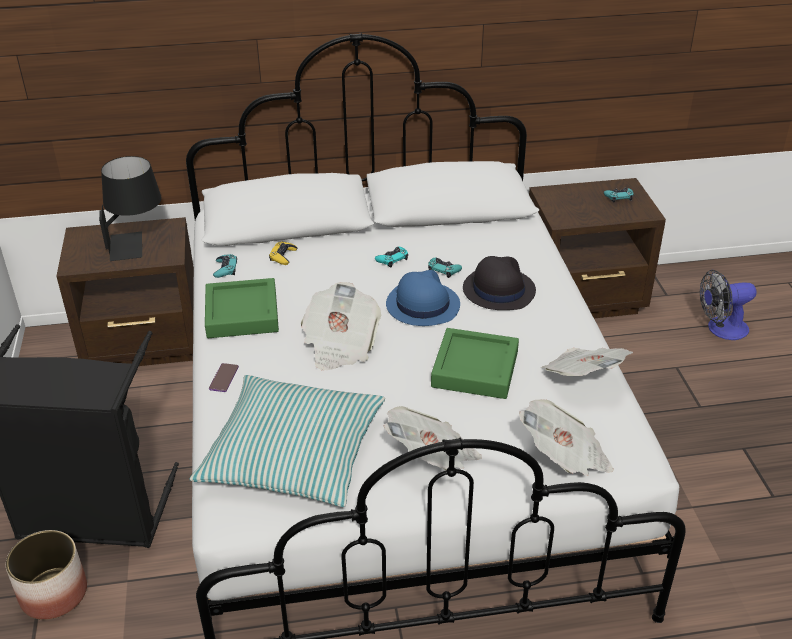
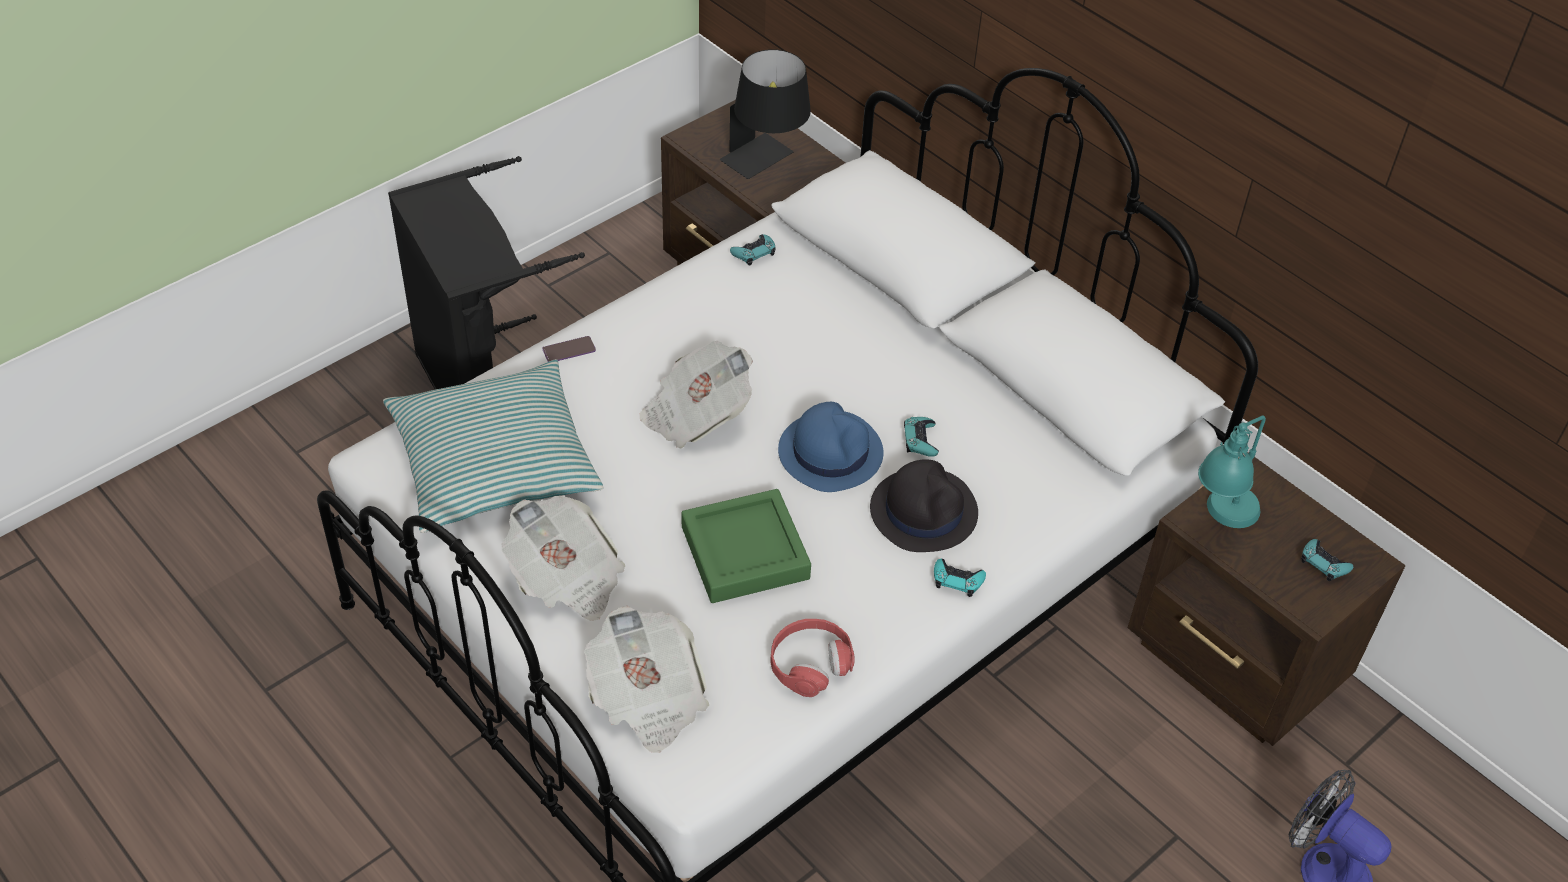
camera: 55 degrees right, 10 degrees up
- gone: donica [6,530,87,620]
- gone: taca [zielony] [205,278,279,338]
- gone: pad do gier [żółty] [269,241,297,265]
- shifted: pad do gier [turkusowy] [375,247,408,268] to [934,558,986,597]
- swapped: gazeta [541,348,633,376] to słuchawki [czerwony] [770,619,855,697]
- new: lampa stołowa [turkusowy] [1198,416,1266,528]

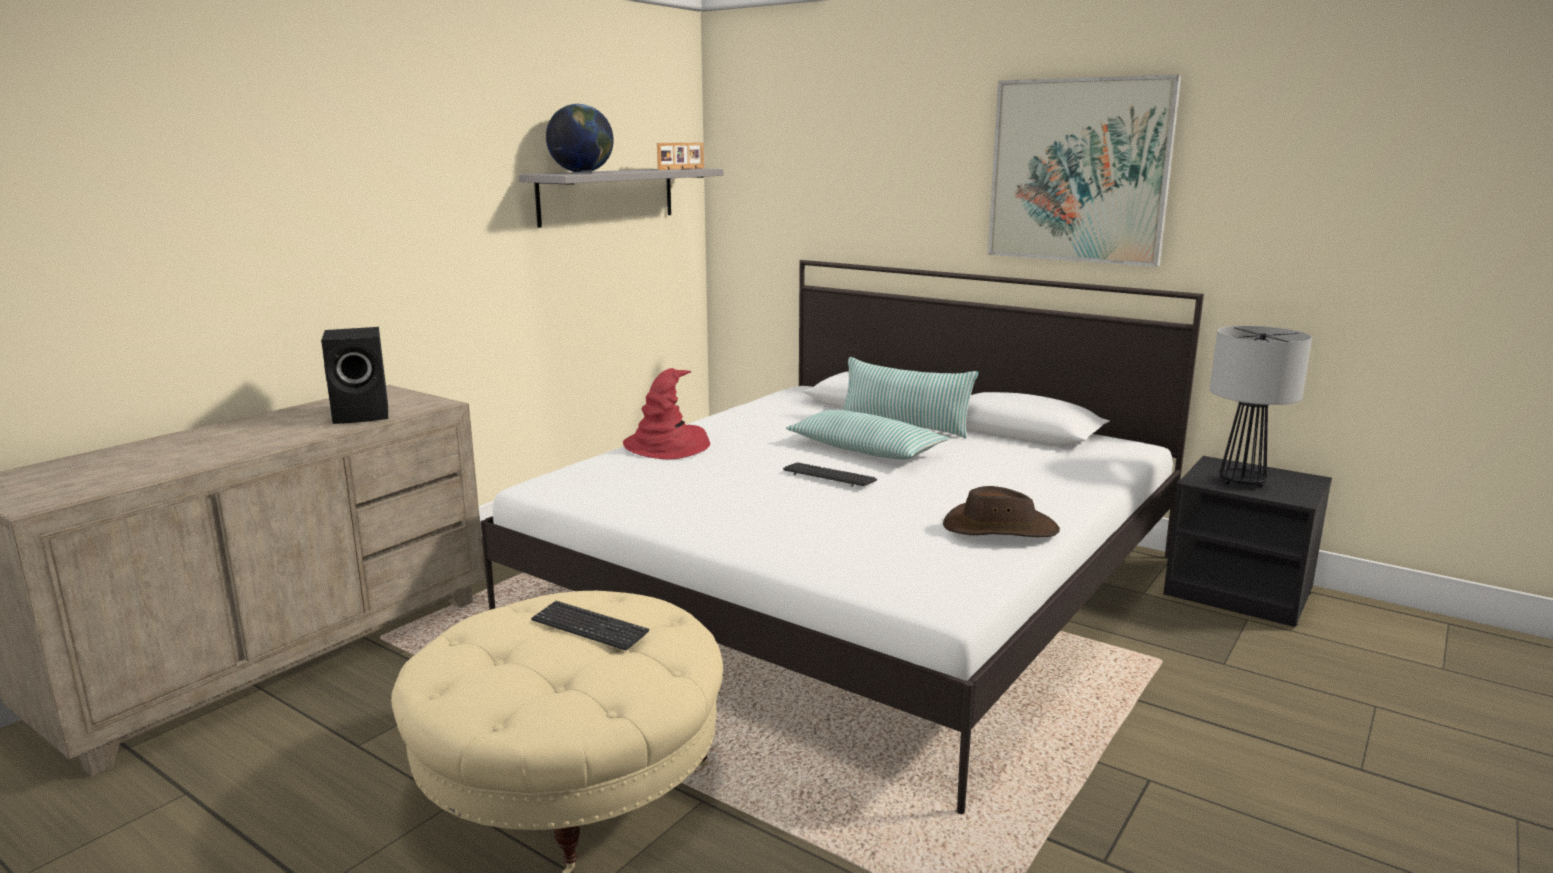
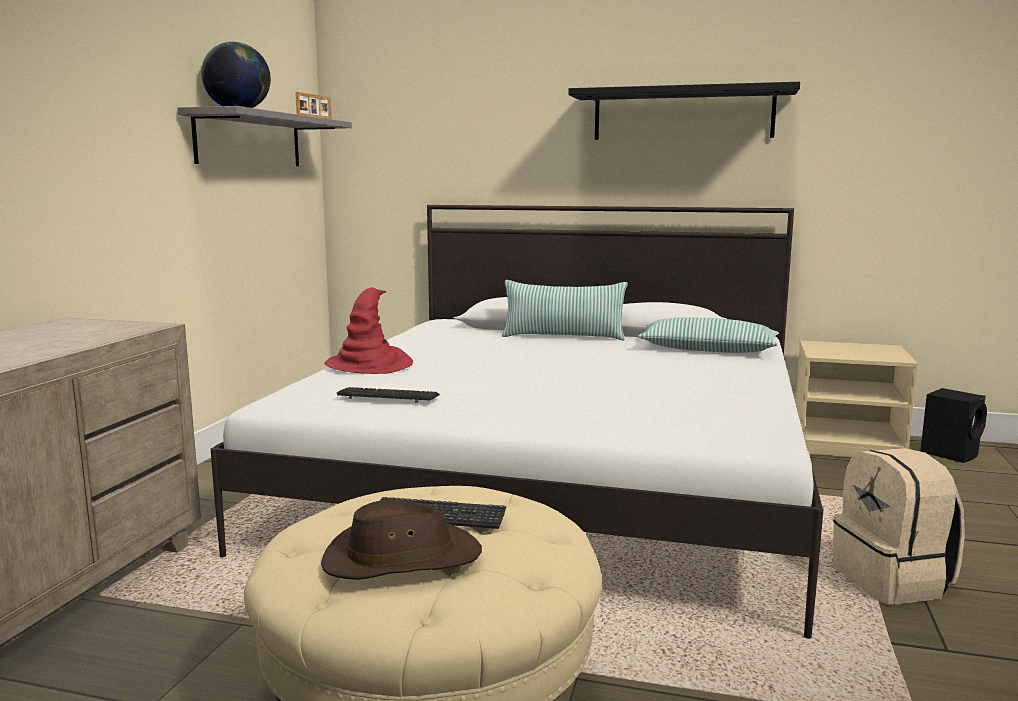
camera: 20 degrees left, 5 degrees down
- shifted: głośnik [czarny] [321,327,388,424] to [921,388,987,463]
- shifted: klawiatura [783,462,877,487] to [336,387,440,402]
- shifted: poduszka [786,409,949,460] to [638,317,779,353]
- shifted: kapelusz [brązowy] [943,486,1060,537] to [321,500,482,580]
- swapped: obraz [988,75,1181,267] to półka [czarny] [568,82,800,140]
- repainted: szafka nocna [czarny] [1163,456,1332,627] to szafka nocna [beżowy] [795,341,918,457]
- gone: lampa stołowa [1209,326,1312,487]
- new: plecak [beżowy] [833,448,965,605]

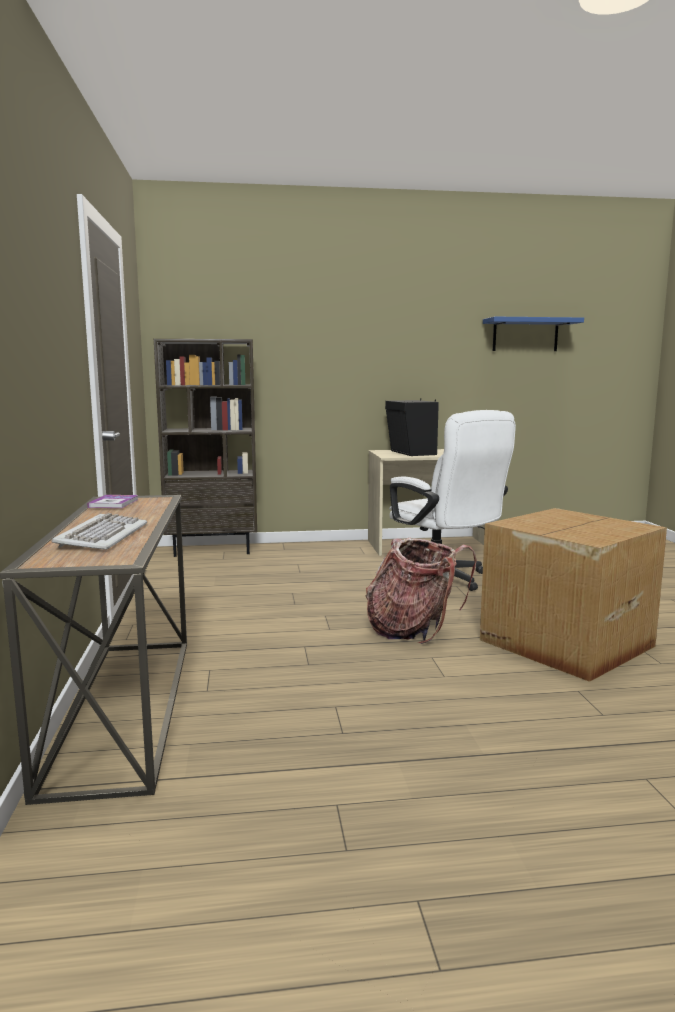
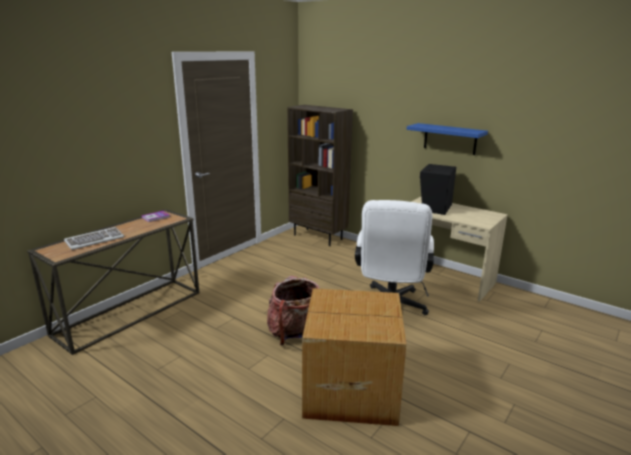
camera: 45 degrees right, 10 degrees up
- shifted: półka [niebieski] [483,317,584,351] to [407,123,488,155]

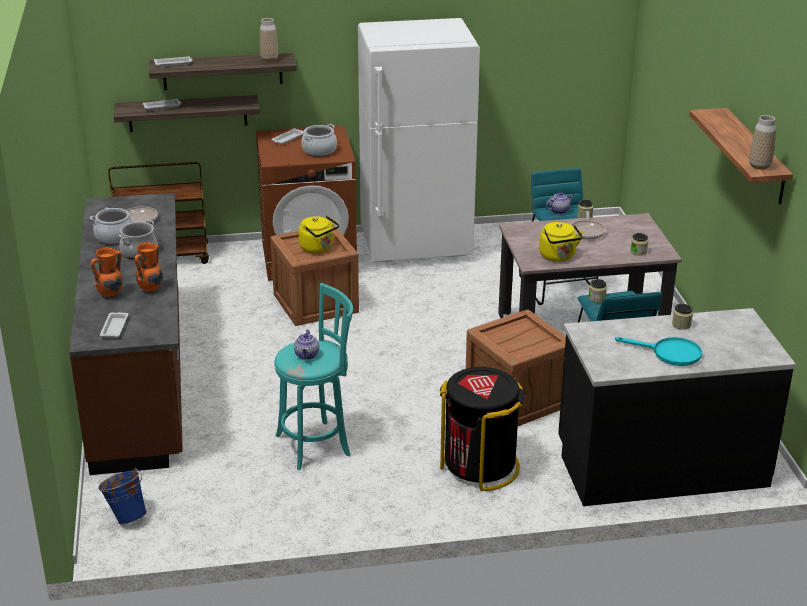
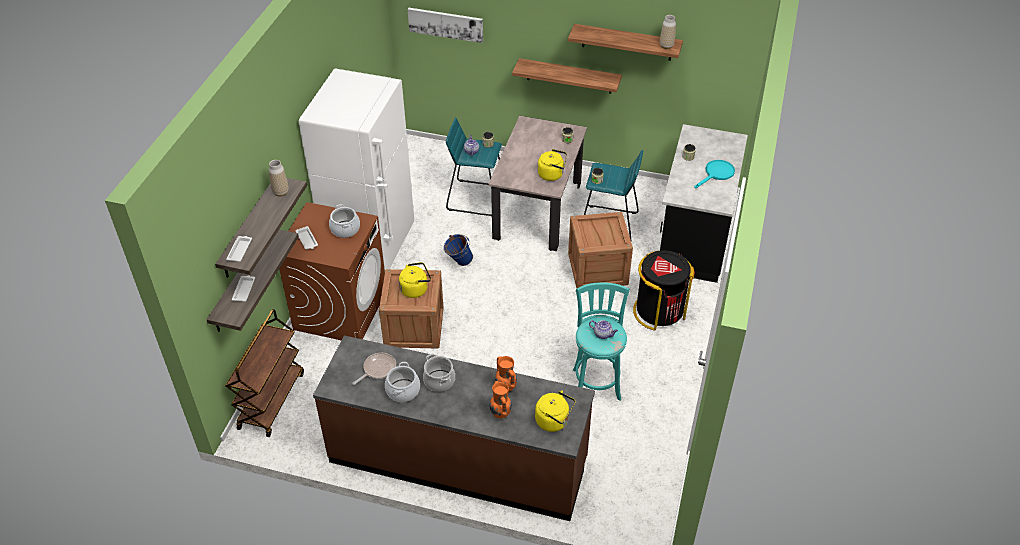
camera: 65 degrees left, 15 degrees up
- shifted: wiadro [niebieski] [98,468,147,525] to [444,234,473,266]
- swapped: taca [biały] [100,312,129,338] to czajnik [żółty] [535,390,576,432]
- gone: patelnia [571,211,606,240]
- new: obraz [408,8,483,43]
- new: półka [512,58,622,94]

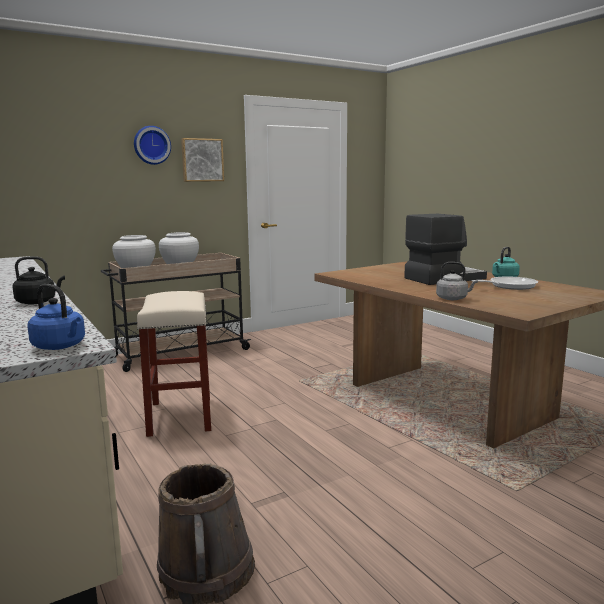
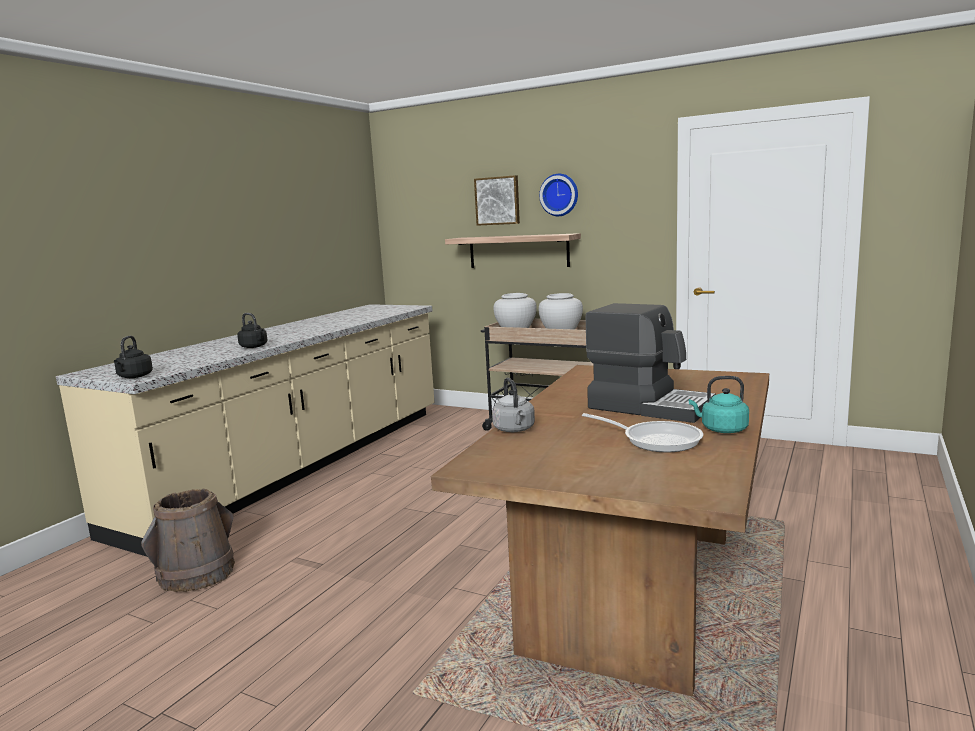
camera: 60 degrees right, 0 degrees up
- repainted: czajnik [niebieski] [27,284,85,350] to czajnik [czarny] [114,336,153,378]
- gone: stołek [beżowy] [137,291,211,437]
- shifted: obraz [181,138,224,182] to [474,175,520,226]
- new: półka [445,233,581,268]

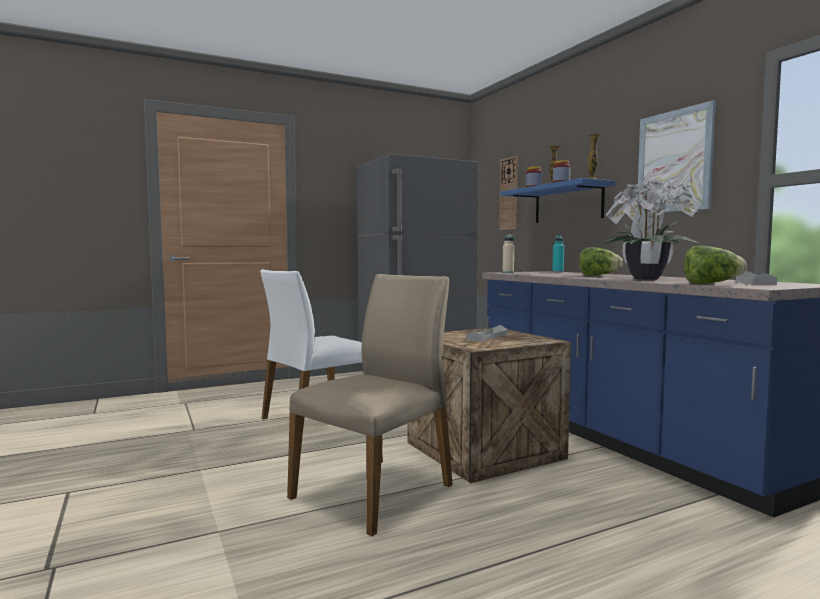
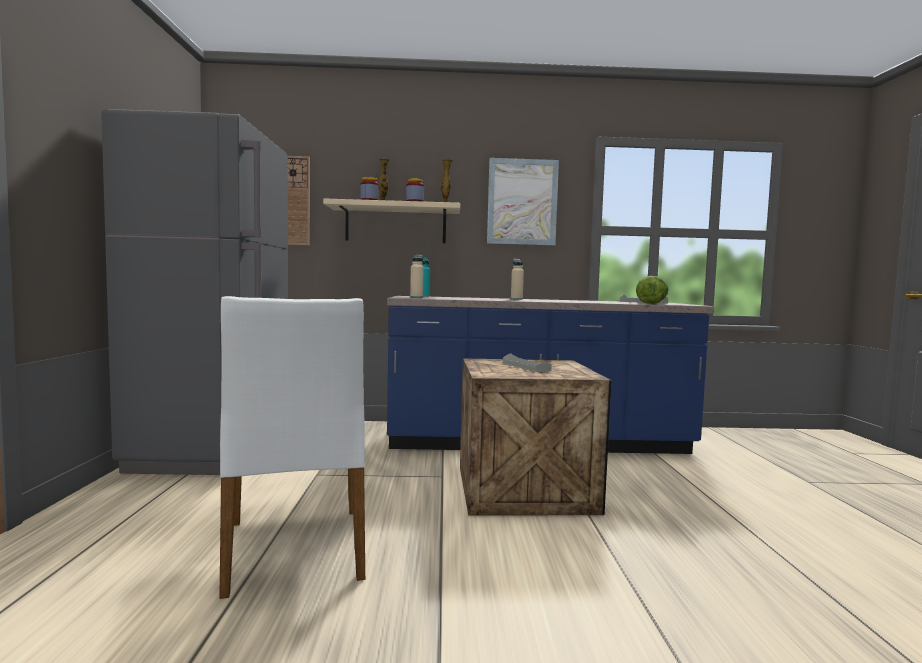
camera: 65 degrees left, 0 degrees up
- gone: krzesło [beżowy] [287,274,453,536]
- repainted: półka [niebieski] [500,178,615,223] to półka [beżowy] [323,198,460,243]
- swapped: sałata [579,247,623,276] to butelka [beżowy] [511,259,524,300]
- gone: roślina doniczkowa [602,179,701,280]

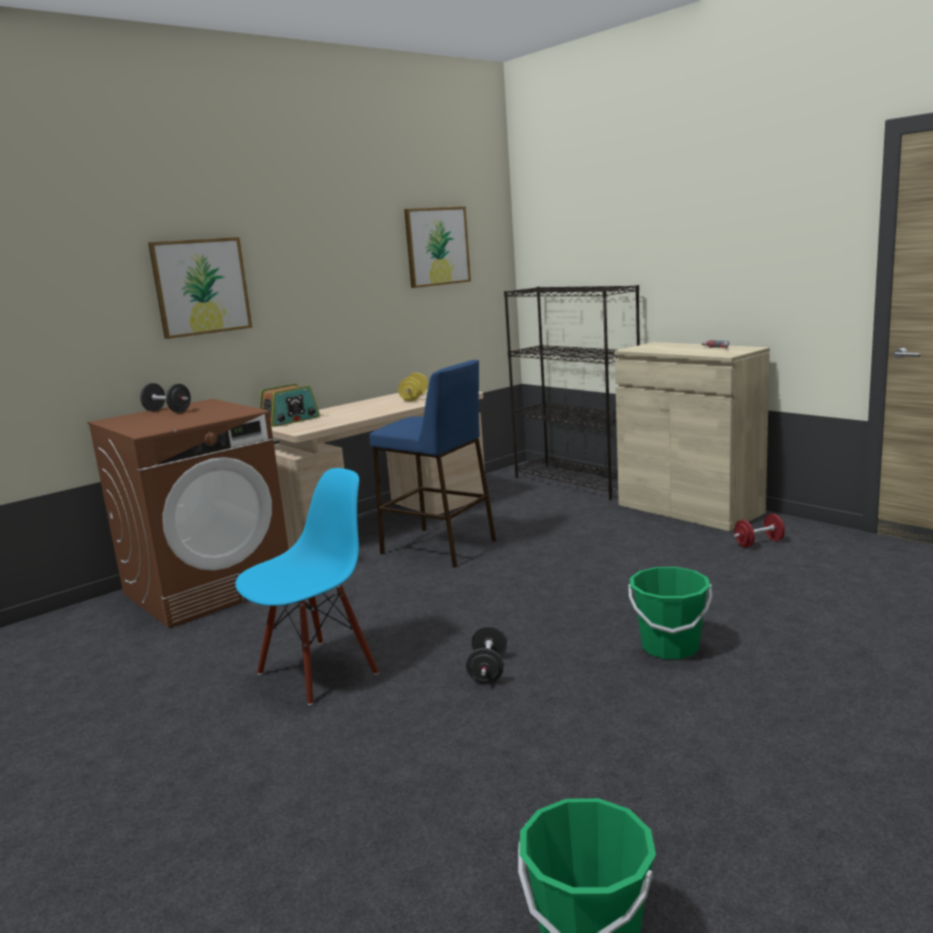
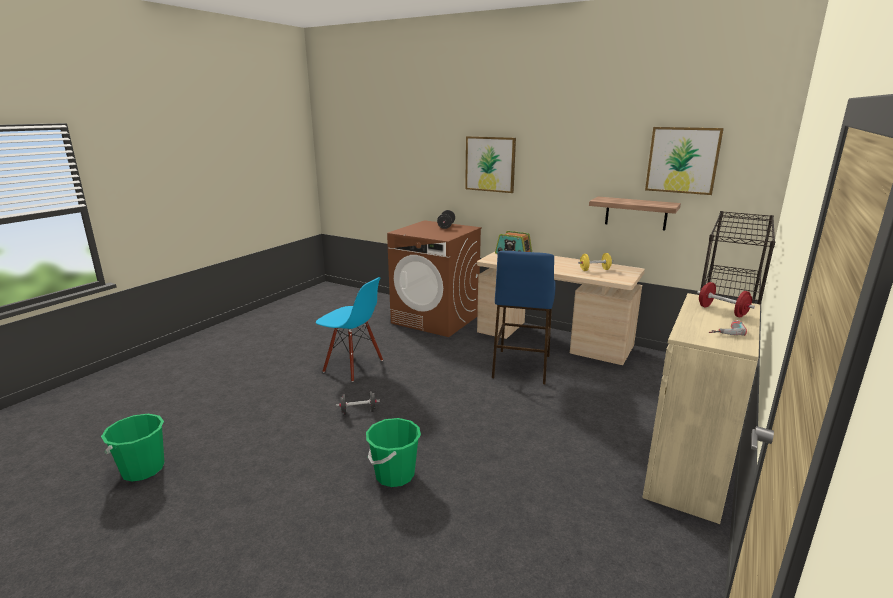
camera: 70 degrees right, 5 degrees up
- shifted: hantel [czerwony] [734,514,785,548] to [697,282,755,317]
- new: półka [589,197,681,230]

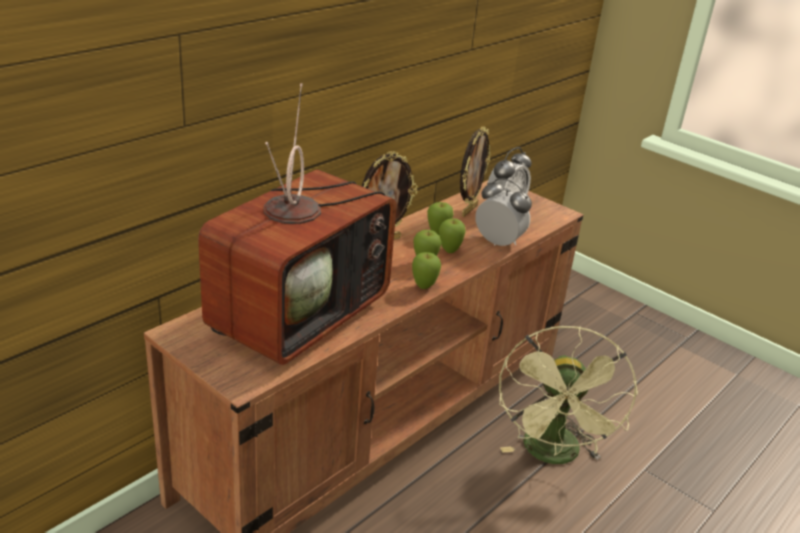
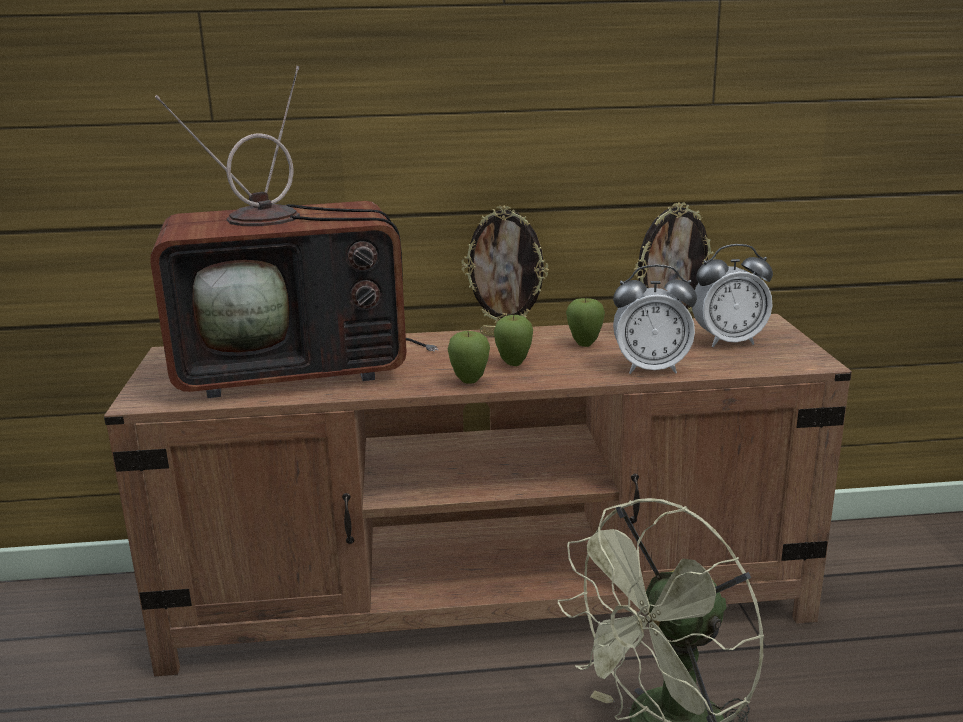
camera: 45 degrees right, 10 degrees down
- gone: jabłko [439,218,466,253]
- rotated: budzik [475,178,532,246] = [613,264,697,374] 105 degrees clockwise

